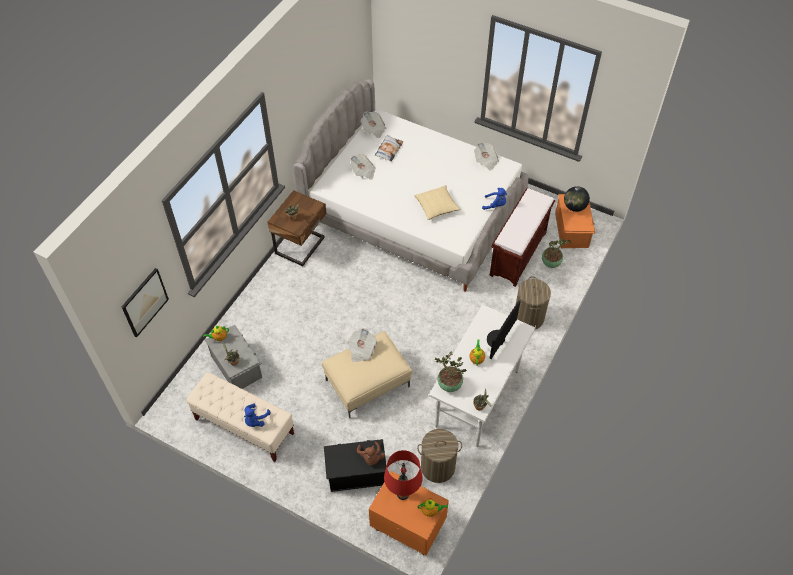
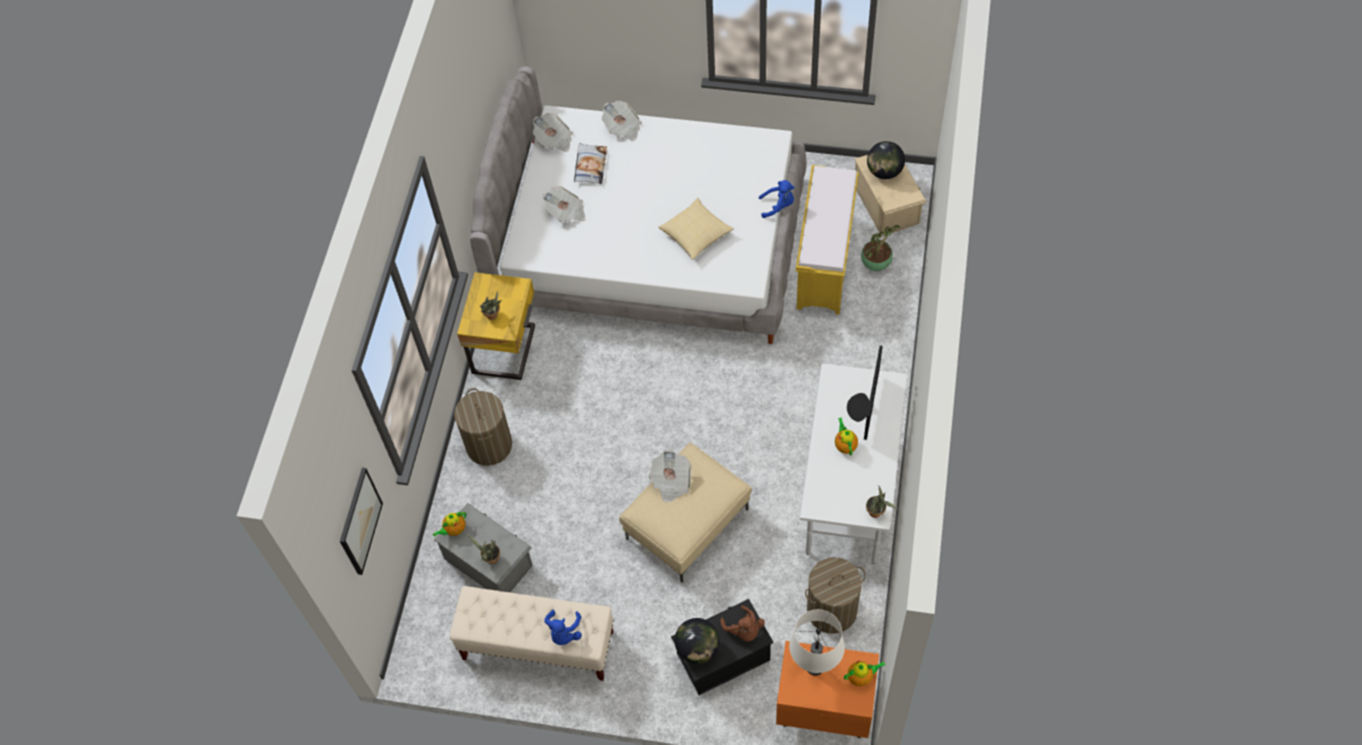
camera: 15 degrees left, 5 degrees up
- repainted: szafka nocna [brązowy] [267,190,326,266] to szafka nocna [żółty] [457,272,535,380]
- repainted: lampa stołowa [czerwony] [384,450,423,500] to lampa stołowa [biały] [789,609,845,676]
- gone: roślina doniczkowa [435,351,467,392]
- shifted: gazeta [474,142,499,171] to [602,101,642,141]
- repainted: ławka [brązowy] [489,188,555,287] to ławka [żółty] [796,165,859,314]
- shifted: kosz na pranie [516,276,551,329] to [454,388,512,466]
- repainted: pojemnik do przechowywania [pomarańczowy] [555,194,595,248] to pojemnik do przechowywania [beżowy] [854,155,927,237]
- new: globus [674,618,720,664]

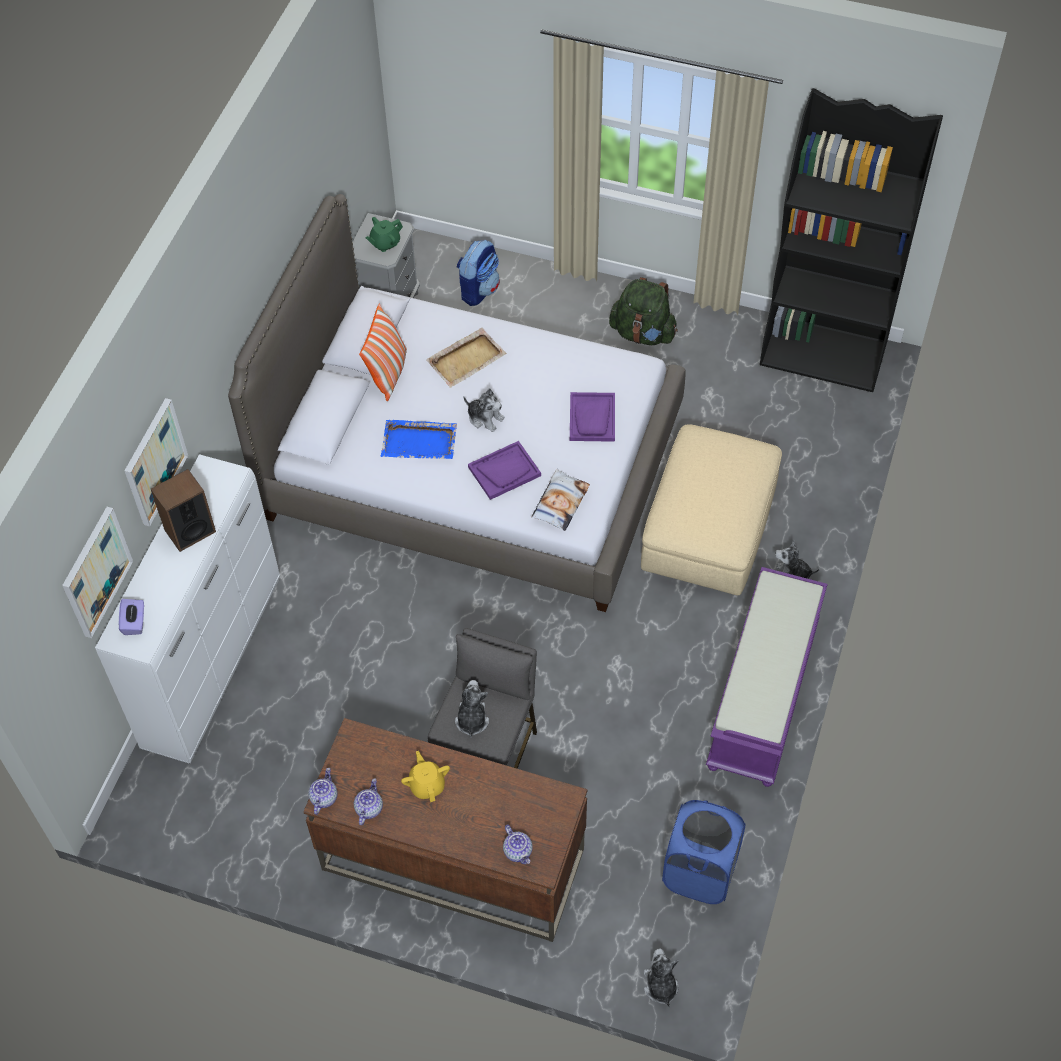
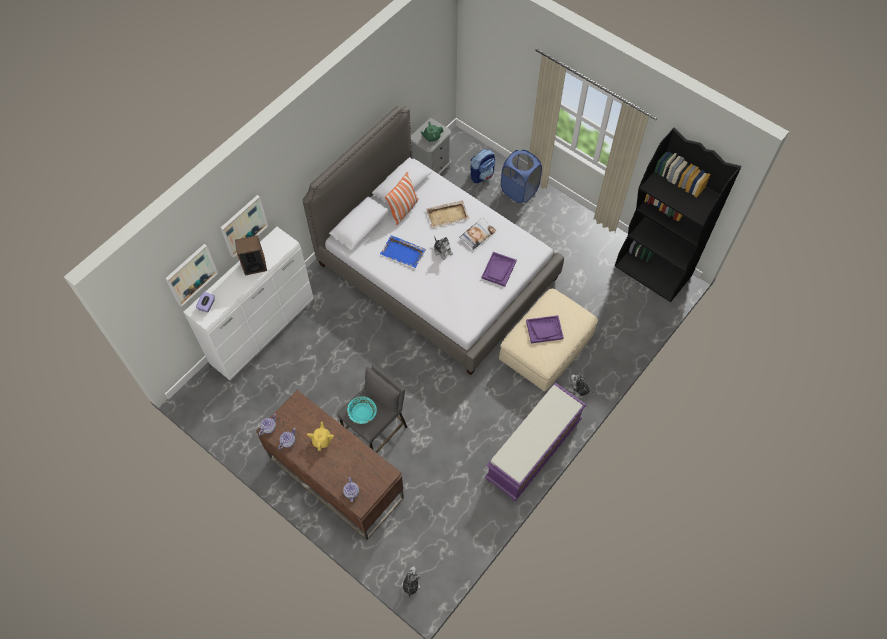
camera: 20 degrees right, 5 degrees up
- swapped: pluszak [455,680,489,737] to miska [turkusowy] [347,396,377,424]
- shifted: taca [fioletowy] [468,441,541,500] to [526,315,564,343]
- shifted: poduszka [531,469,590,531] to [459,217,496,250]
- gone: plecak [zielony] [609,277,678,345]
- shifted: kosz na pranie [niebieski] [662,800,746,904] to [501,150,542,203]

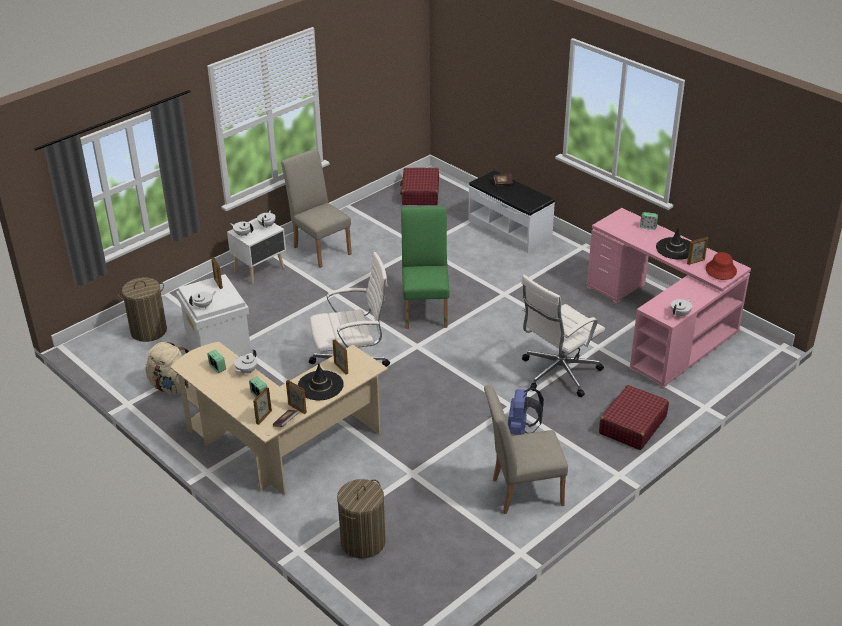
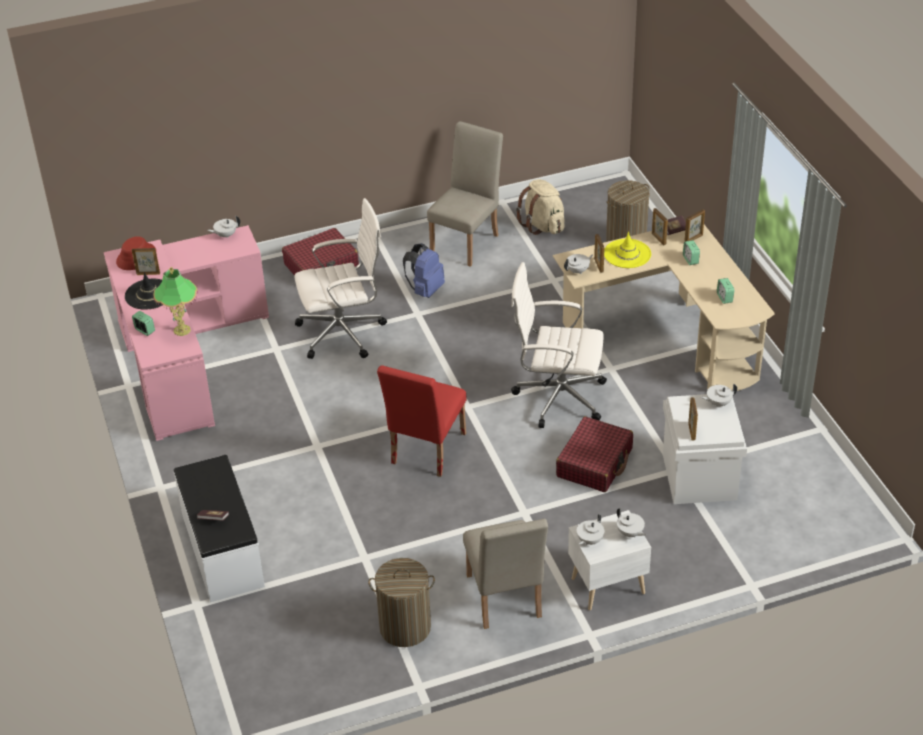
camera: 155 degrees left, 5 degrees up
- shifted: kosz na pranie [118,277,167,342] to [368,558,435,647]
- shifted: plecak [beżowy] [145,342,191,394] to [516,179,565,235]
- shifted: imbryk [biały] [234,349,257,374] to [564,254,593,274]
- repainted: kapelusz [czarny] [298,363,344,400] to kapelusz [żółty] [604,232,651,268]
- shifted: walizka [czerwony] [400,168,439,205] to [556,416,633,492]
- repainted: krzesło [zielony] [401,206,450,329] to krzesło [czerwony] [377,365,466,477]
- rotated: krzesło [beżowy] [484,385,568,514] = [427,121,503,267] 75 degrees counterclockwise
- new: lampa stołowa [153,267,198,336]

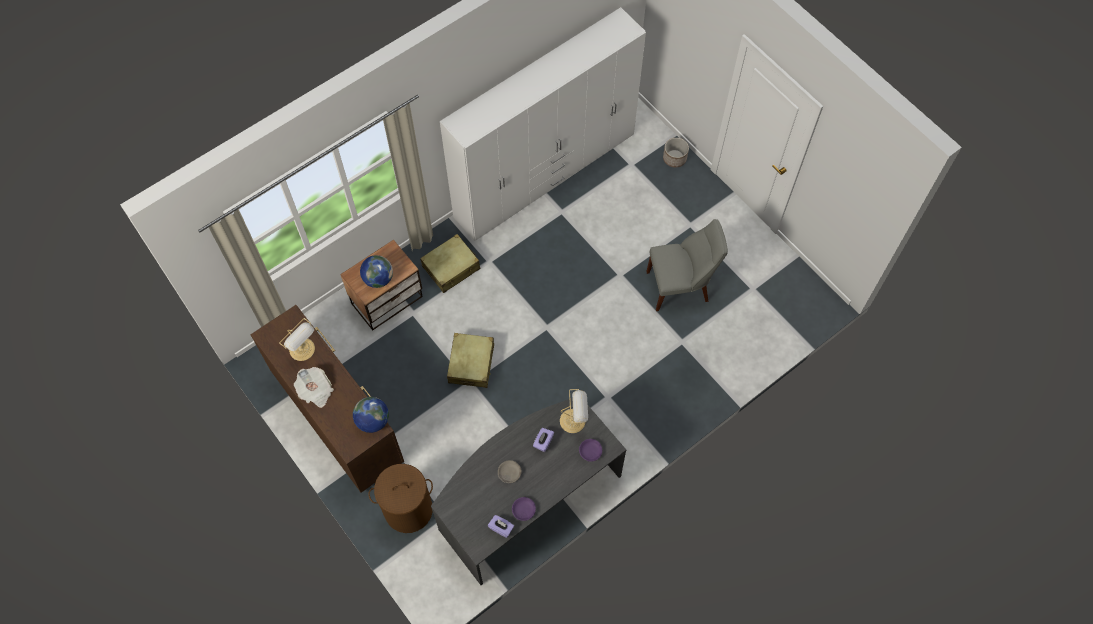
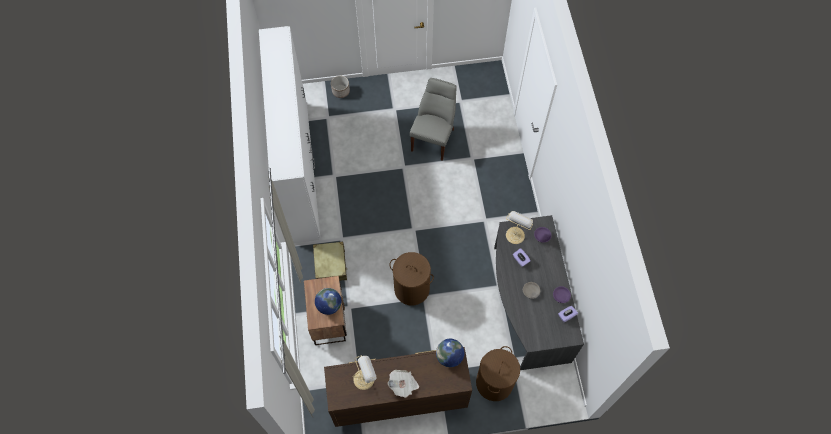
camera: 60 degrees left, 0 degrees up
- swapped: walizka [beżowy] [447,333,494,388] to kosz na pranie [brązowy] [389,252,434,305]

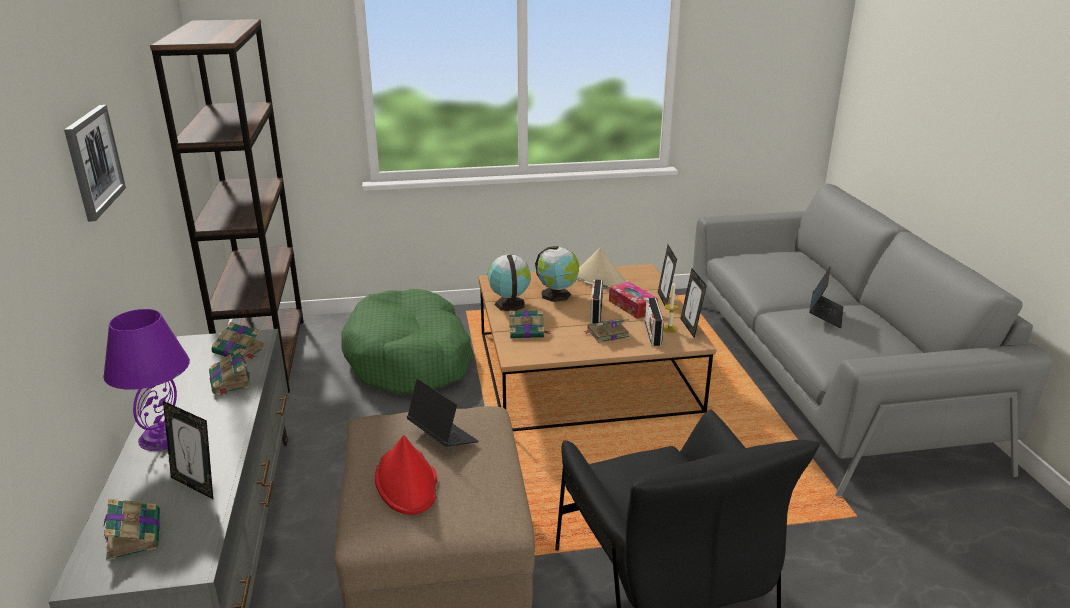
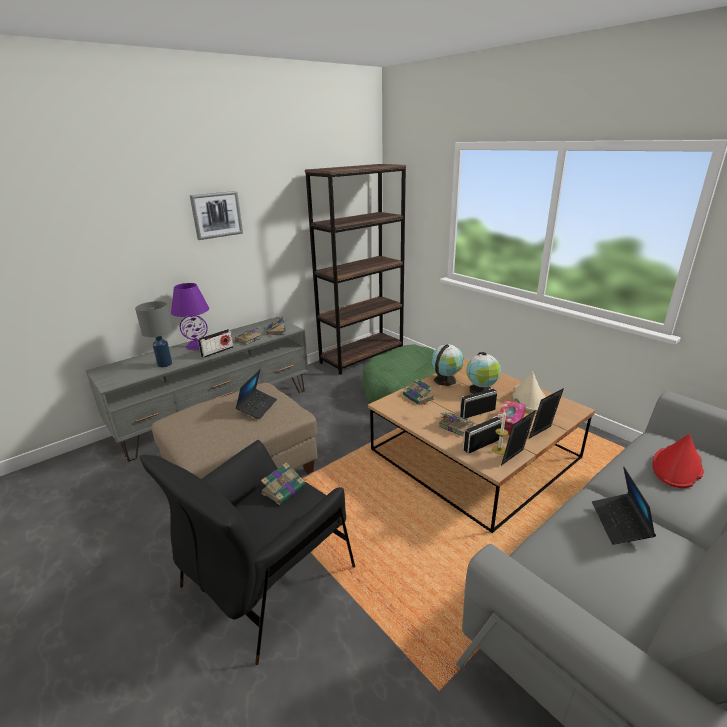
camera: 60 degrees right, 0 degrees up
- shifted: książka [103,499,160,561] to [261,462,306,505]
- swapped: ramka na zdjęcie [163,401,213,499] to lampa stołowa [szary] [135,301,172,367]
- shifted: kapelusz [czerwony] [375,435,437,515] to [652,434,704,488]
- rotated: laptop [809,266,843,328] = [592,467,656,545] 105 degrees clockwise
- new: radio [198,329,233,358]

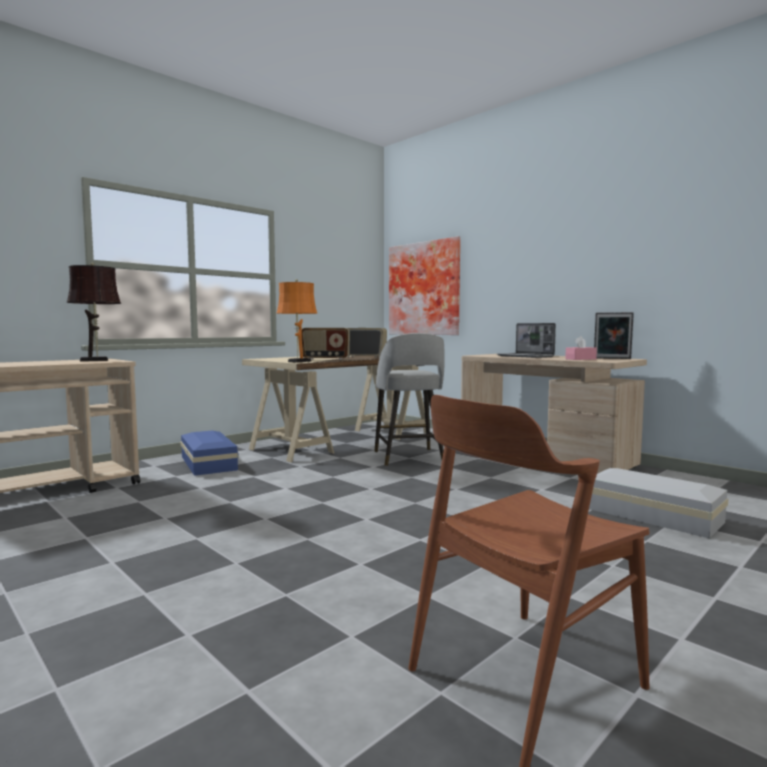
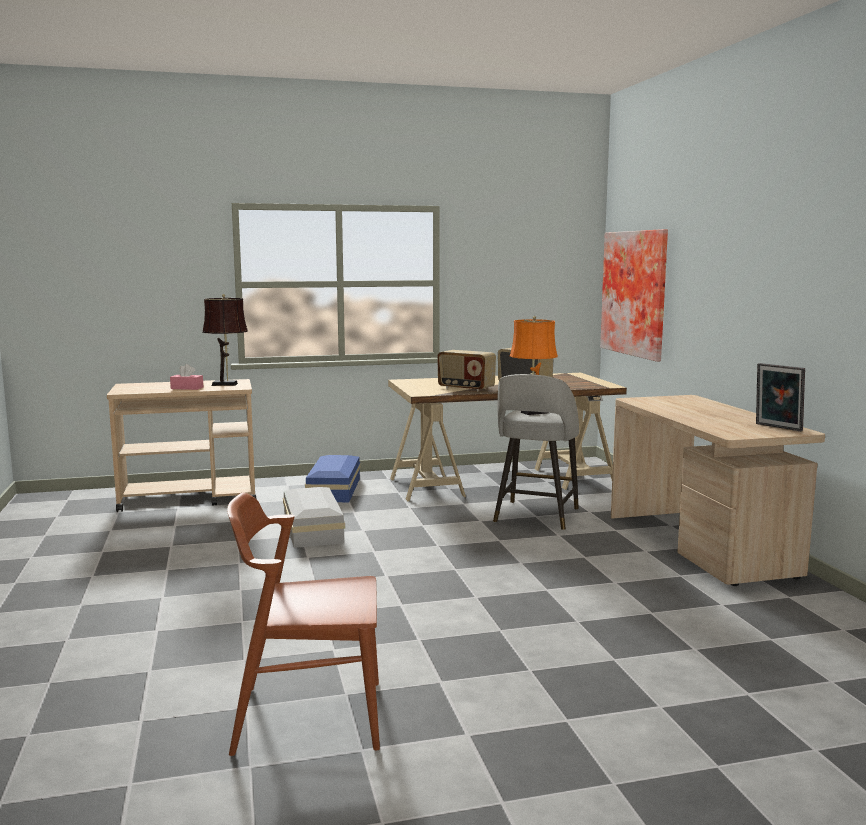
camera: 30 degrees right, 5 degrees up
- shifted: lampa stołowa [pomarańczowy] [276,279,317,363] to [510,316,558,415]
- gone: laptop [497,323,556,358]
- shifted: pudełko chusteczek [różowy] [565,336,597,360] to [170,364,203,390]
- shifted: pojemnik do przechowywania [biały] [589,468,728,539] to [283,487,345,548]

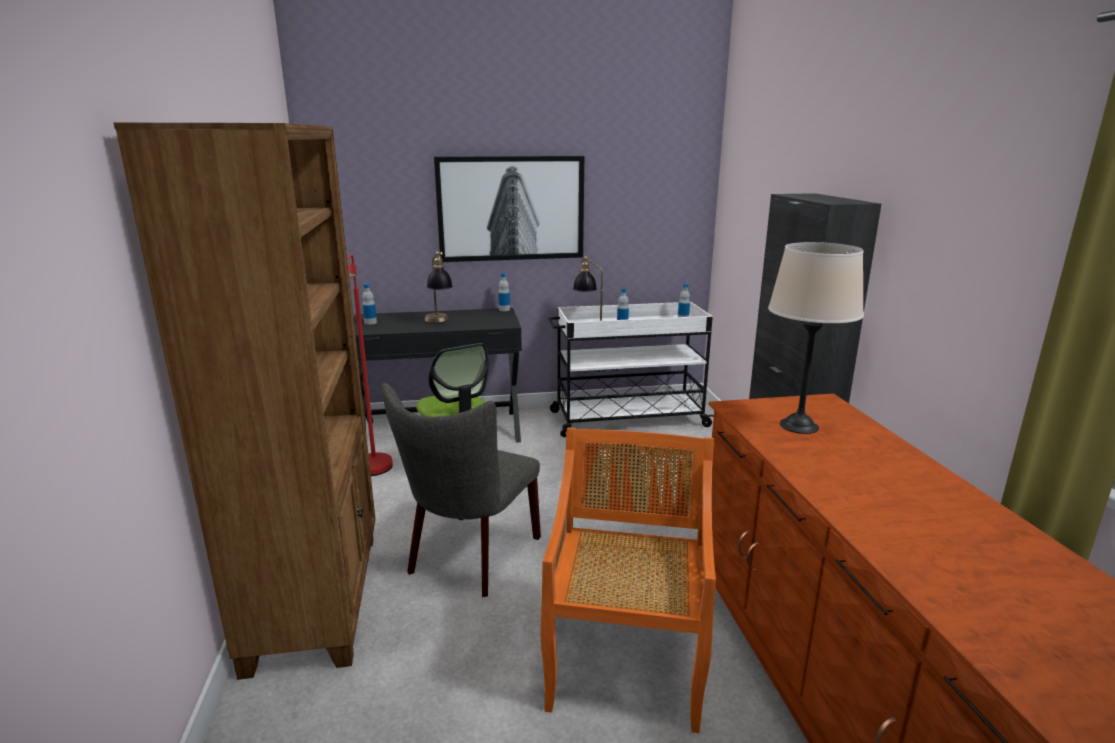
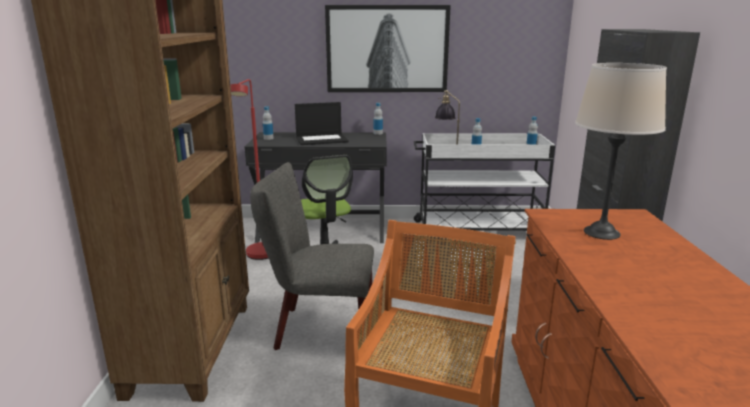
camera: 10 degrees right, 0 degrees up
- rotated: krzesło [szary] [382,383,541,597] = [250,162,374,350] 60 degrees clockwise
- swapped: lampa stołowa [424,251,453,322] to laptop [295,102,349,145]

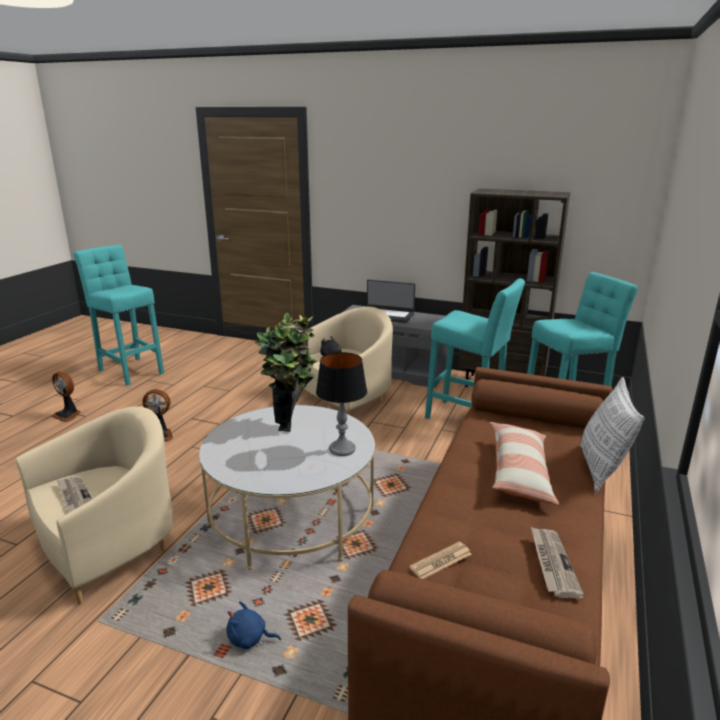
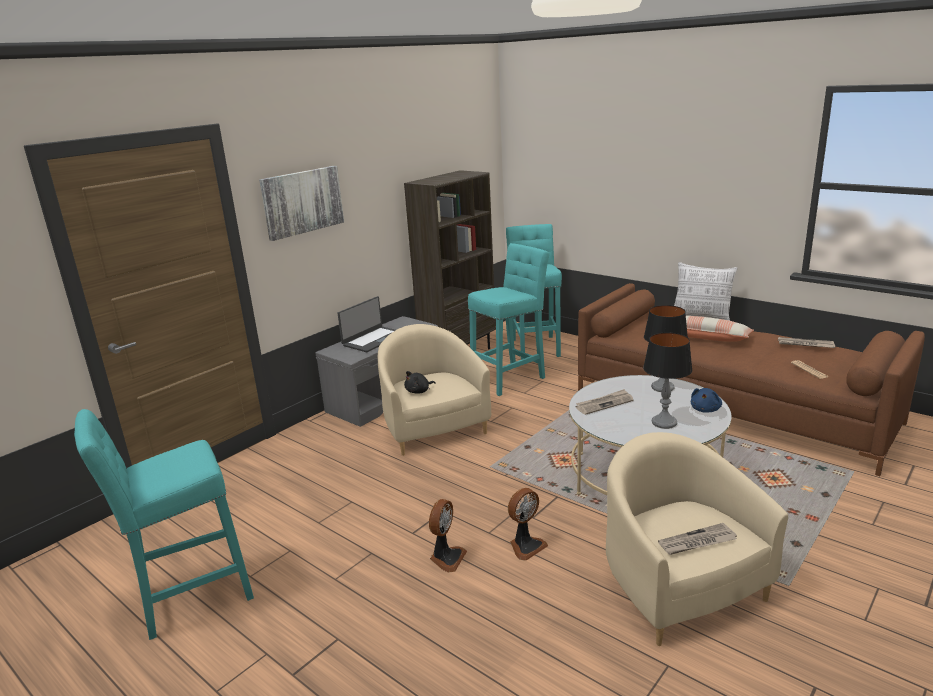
camera: 70 degrees left, 0 degrees up
- shifted: wentylator [51,371,81,422] to [508,488,548,561]
- shifted: pluszak [niebieski] [227,601,281,649] to [691,388,722,413]
- swapped: roślina doniczkowa [255,313,318,432] to gazeta [576,389,633,415]
- new: obraz [259,166,344,241]
- new: lampa stołowa [643,333,692,429]

